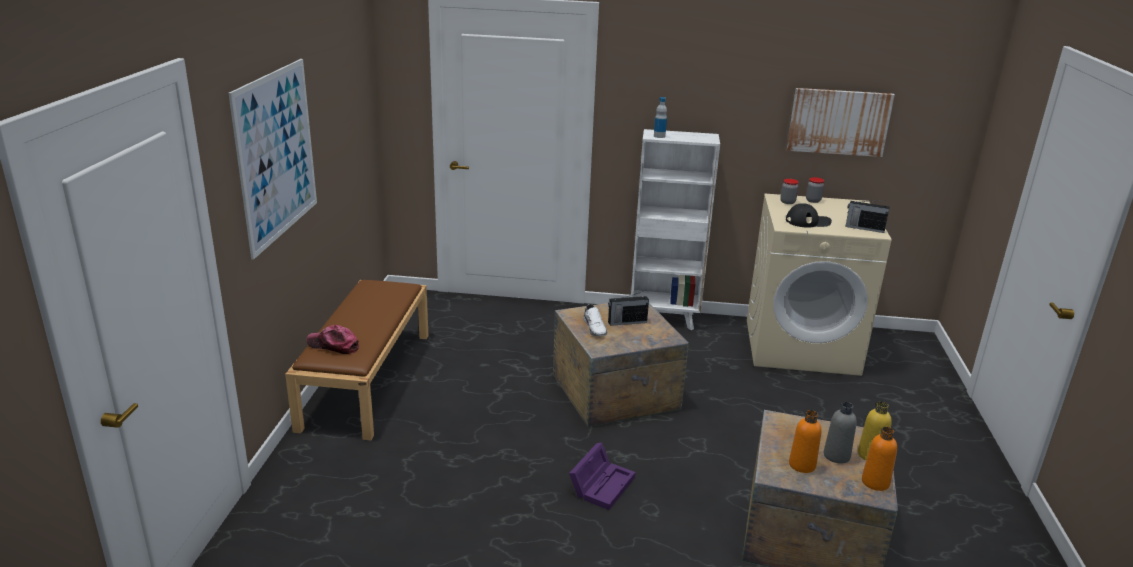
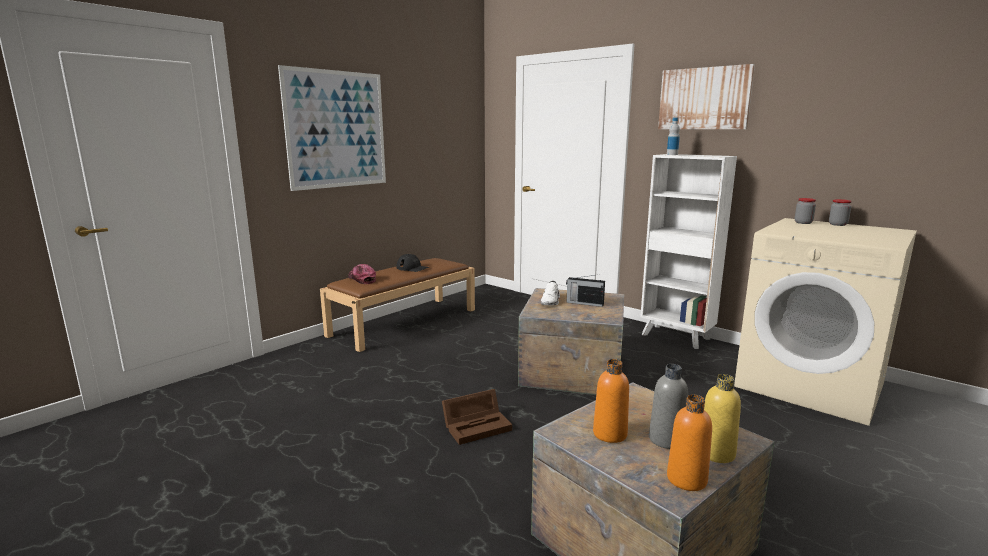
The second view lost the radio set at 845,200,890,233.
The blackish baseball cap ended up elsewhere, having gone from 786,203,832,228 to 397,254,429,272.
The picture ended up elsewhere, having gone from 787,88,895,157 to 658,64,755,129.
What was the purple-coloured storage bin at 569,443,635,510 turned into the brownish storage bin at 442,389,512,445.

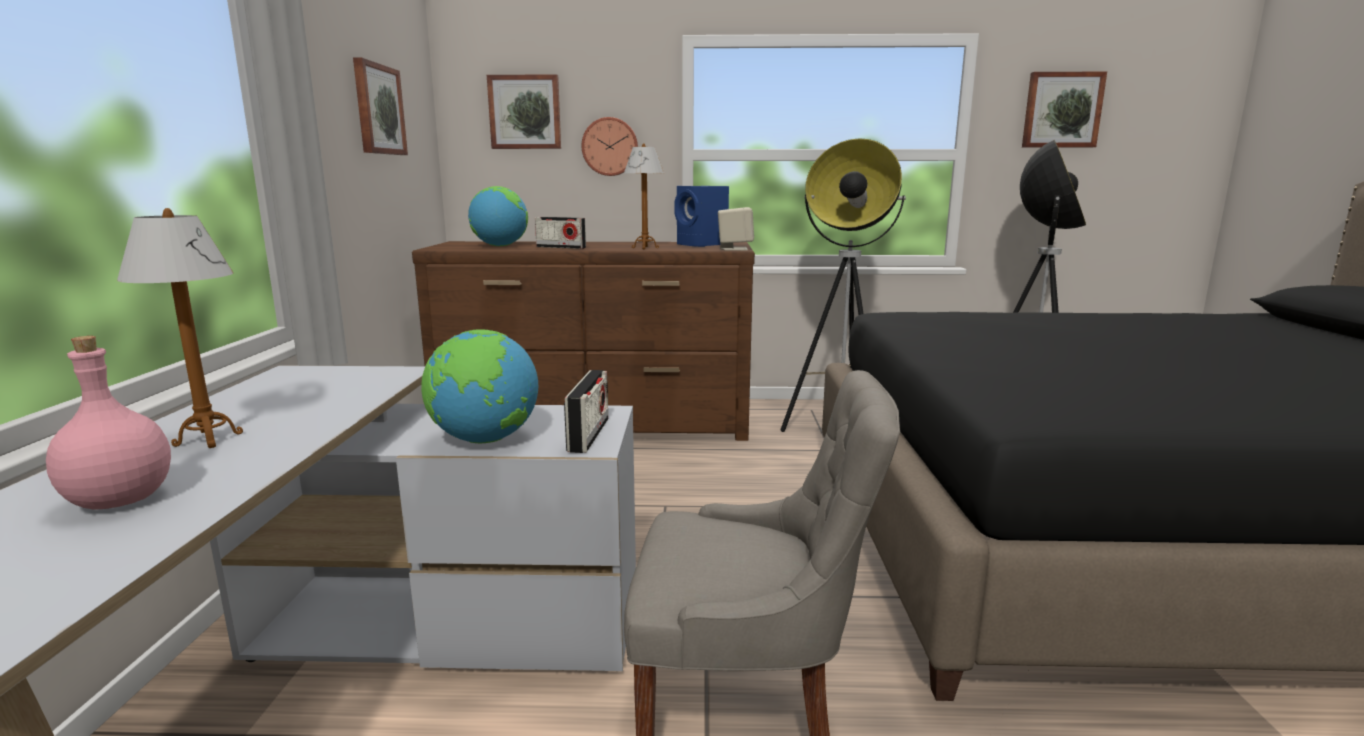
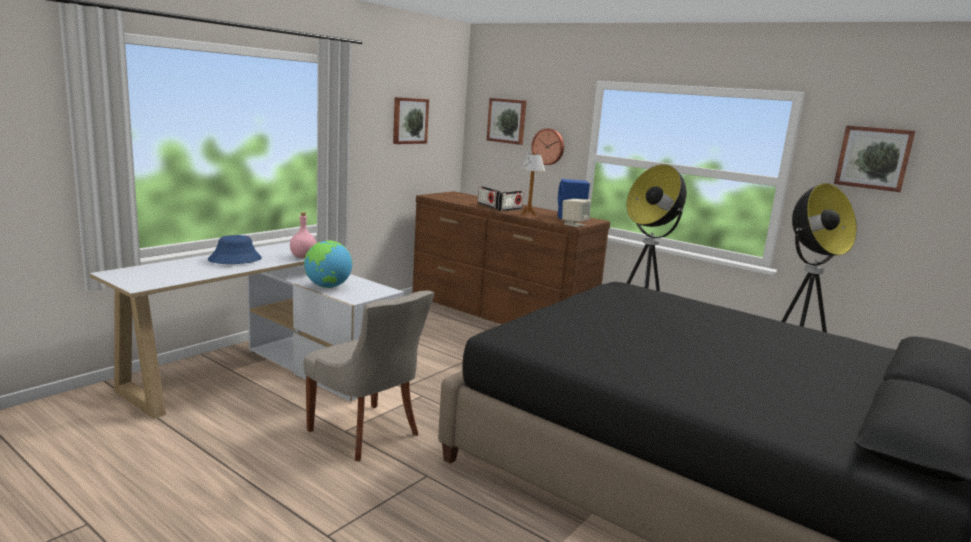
The second view lost the globe at 468,186,528,246.
The pinkish bottle ended up elsewhere, having gone from 46,336,171,510 to 290,212,317,258.
The radio set ended up elsewhere, having gone from 564,370,608,453 to 498,191,524,211.
Where the lamp for a table stood at 117,208,243,448, the blue wearable hat came to stand at 208,235,262,264.

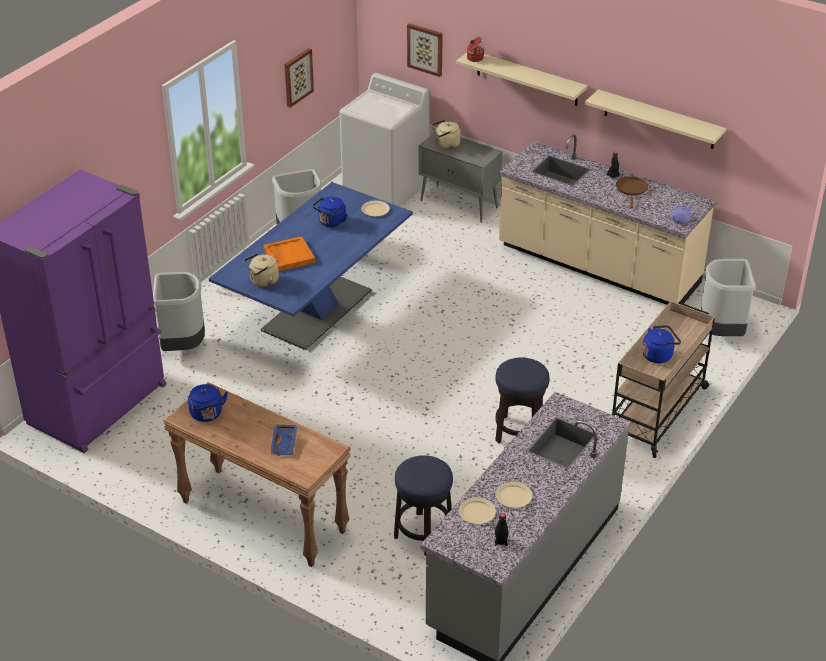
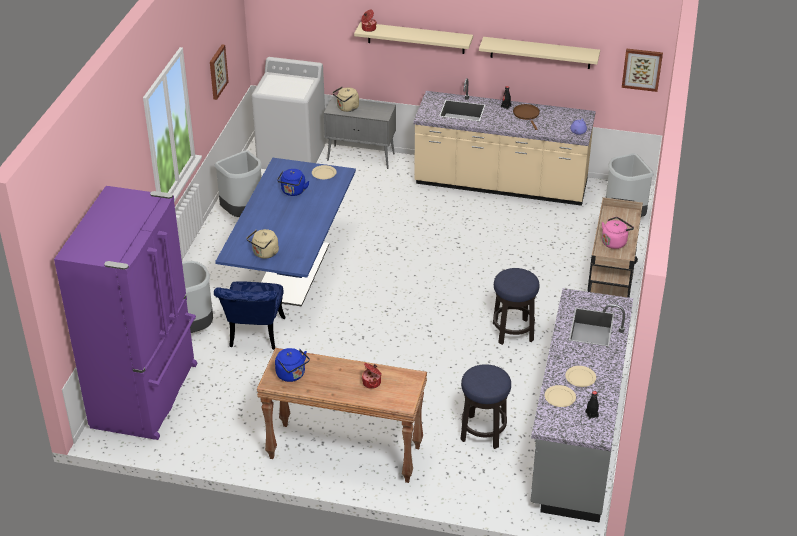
The second view lost the orangey carrying tray at 264,236,315,271.
The second view gained the blue plain chair at 214,281,286,350.
The picture ended up elsewhere, having gone from 407,23,443,77 to 622,48,663,92.
Where the blue carrying tray stood at 270,424,298,455, the stockpot came to stand at 362,363,382,389.
What was the blue water kettle at 643,325,681,363 turned into the pinkish water kettle at 602,217,634,249.

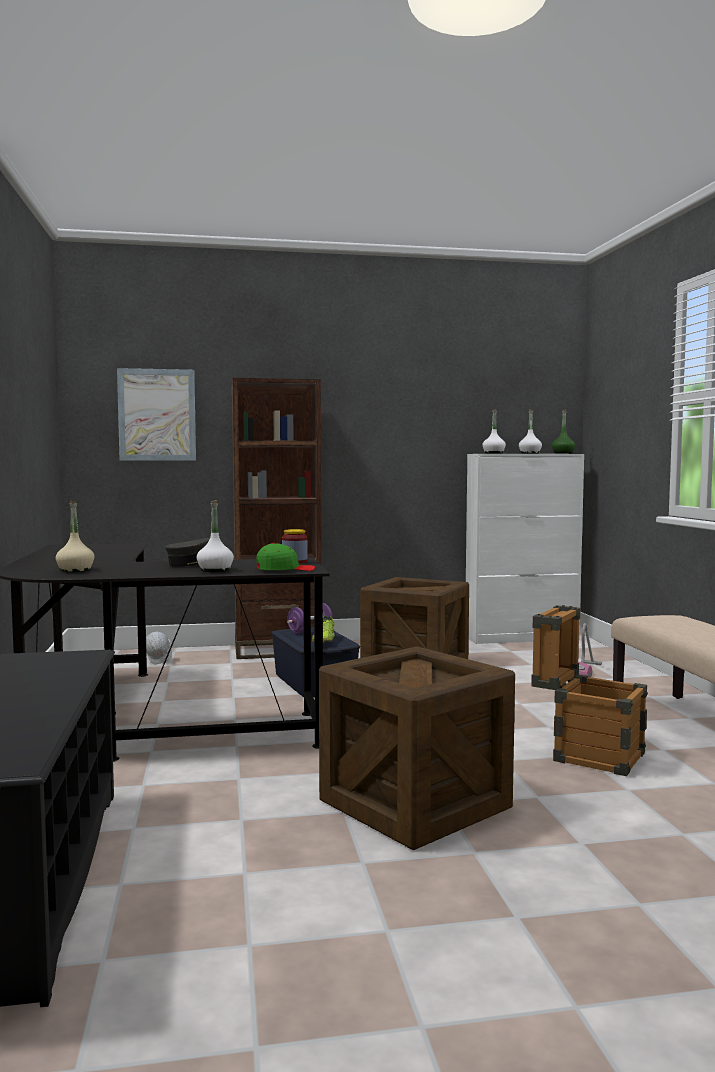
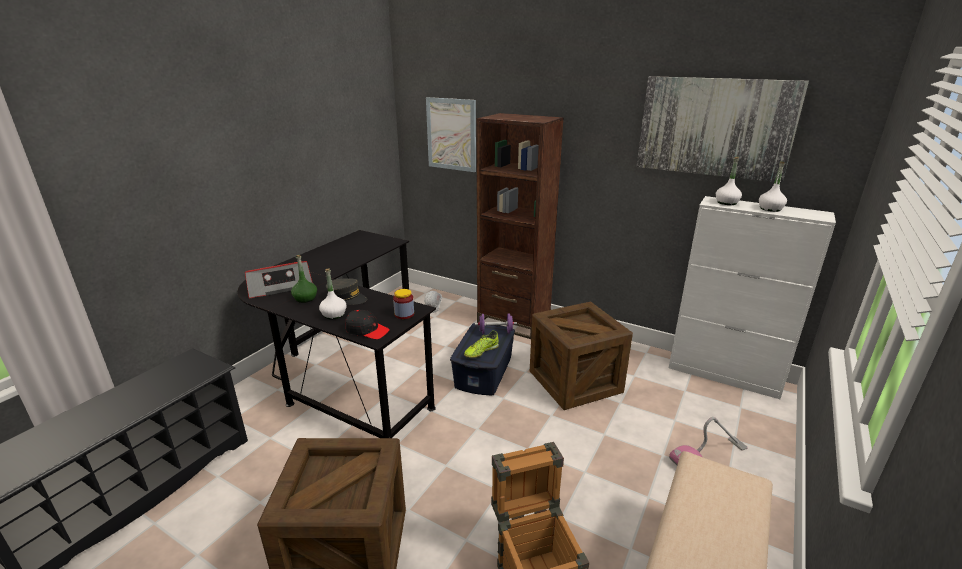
The second view gained the picture at 636,76,809,183.
The greenish bottle ended up elsewhere, having gone from 552,409,575,454 to 291,255,317,303.
Where the sand-coloured bottle stood at 56,501,94,572, the radio set came to stand at 245,261,313,298.
What was the greenish baseball cap at 256,543,315,571 turned into the blackish baseball cap at 345,310,390,339.

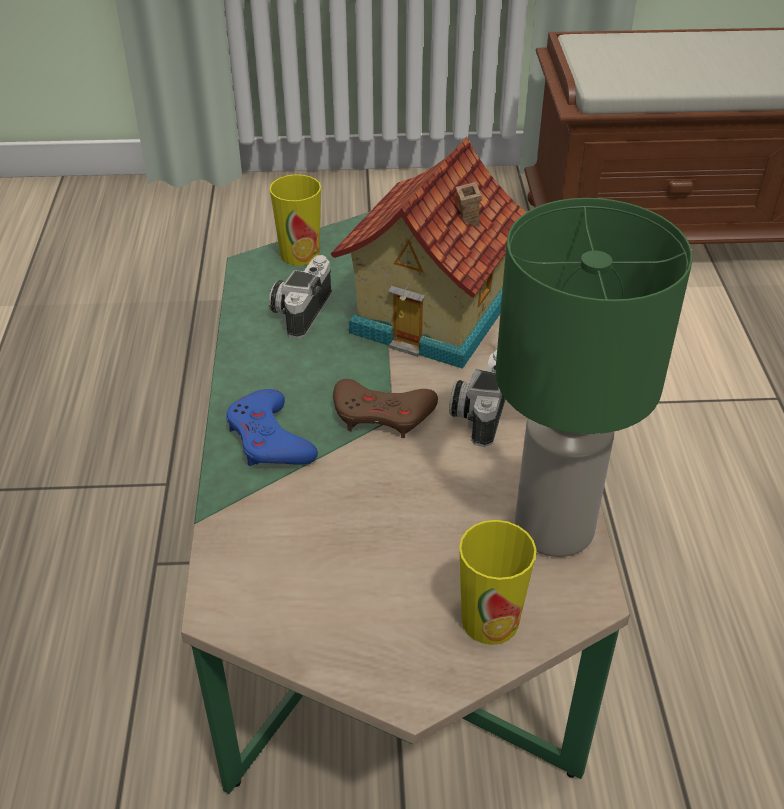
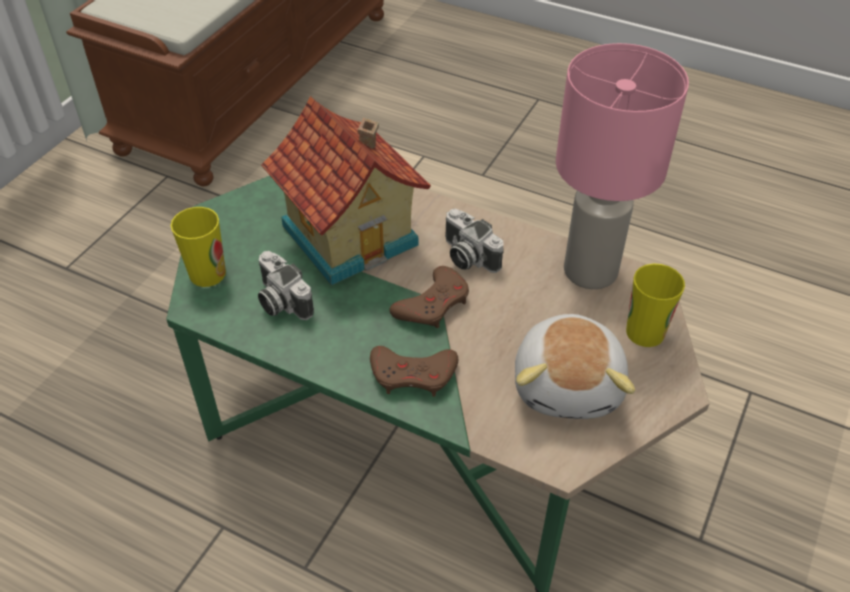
The second view gained the cuddly toy at 515,314,635,419.
What was the blue joypad at 226,389,318,466 turned into the brownish joypad at 370,346,458,397.
What was the greenish lamp for a table at 496,198,693,557 turned into the pinkish lamp for a table at 556,43,689,289.

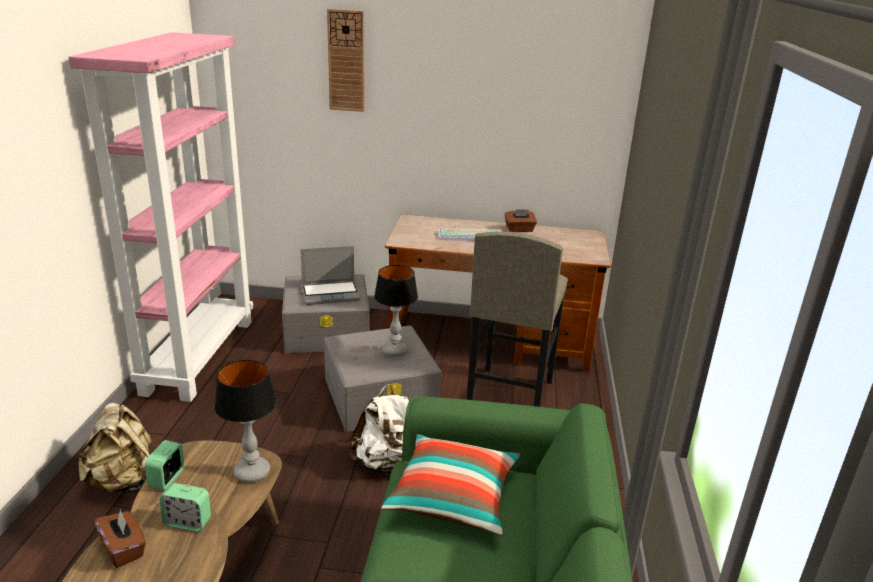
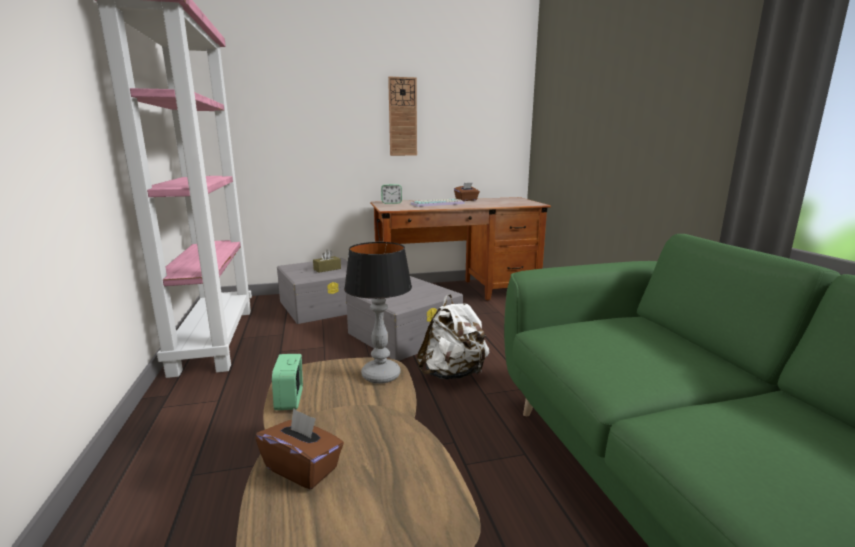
The second view lost the sand-coloured backpack at 76,403,152,493.
The second view lost the lamp for a table at 374,265,418,357.
The second view lost the pillow at 381,434,520,535.
The second view lost the gray stool at 467,231,568,407.
The table clock ended up elsewhere, having gone from 159,483,211,532 to 381,184,402,204.
The clock on the wall ended up elsewhere, having gone from 327,9,365,112 to 388,77,417,156.
Where the notebook computer stood at 300,246,360,305, the brownish box of tissues came to stand at 313,249,341,273.

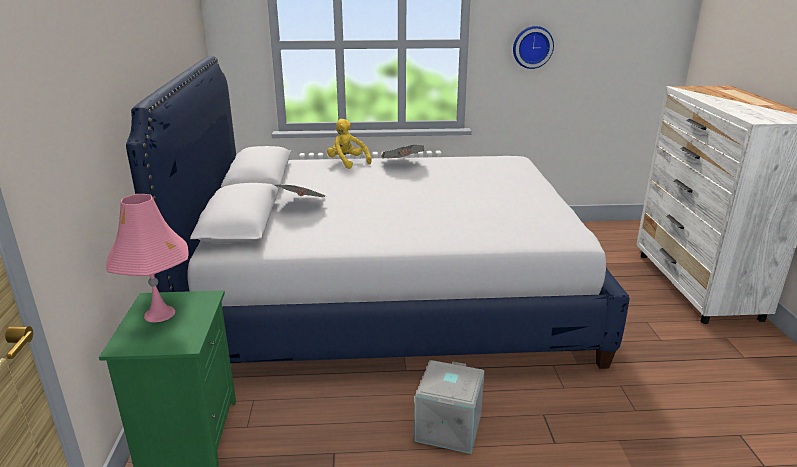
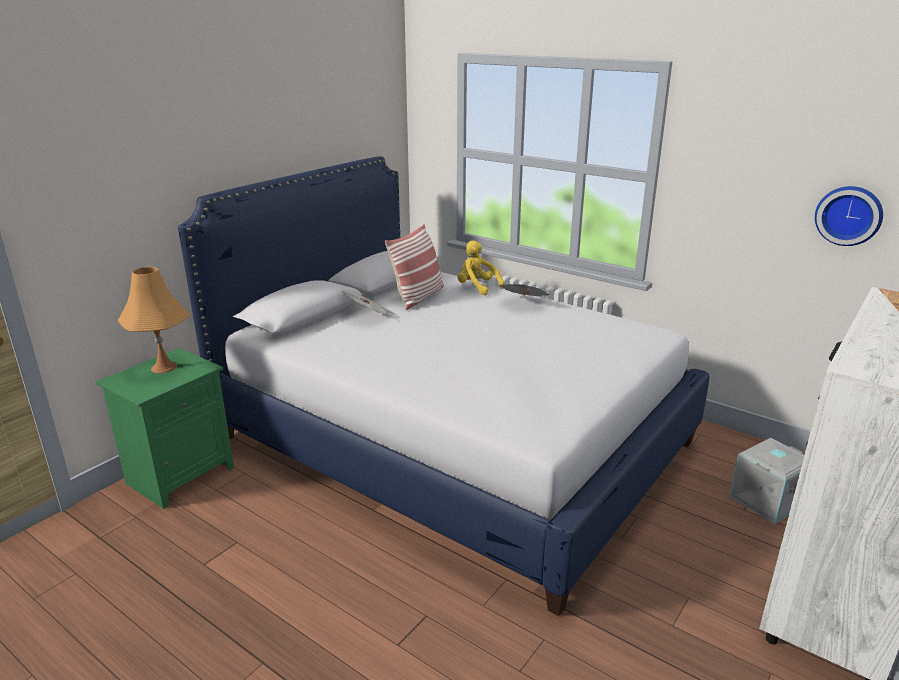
The second view gained the pillow at 385,224,444,310.
The gray storage bin ended up elsewhere, having gone from 414,360,485,454 to 729,438,804,524.
The clock on the wall ended up elsewhere, having gone from 513,26,554,69 to 815,186,883,246.
What was the pinkish lamp for a table at 106,194,189,322 turned into the orangey lamp for a table at 118,267,190,373.
The yellow-coloured cuddly toy at 327,119,372,169 ended up facing another way, 45 degrees counterclockwise from before.

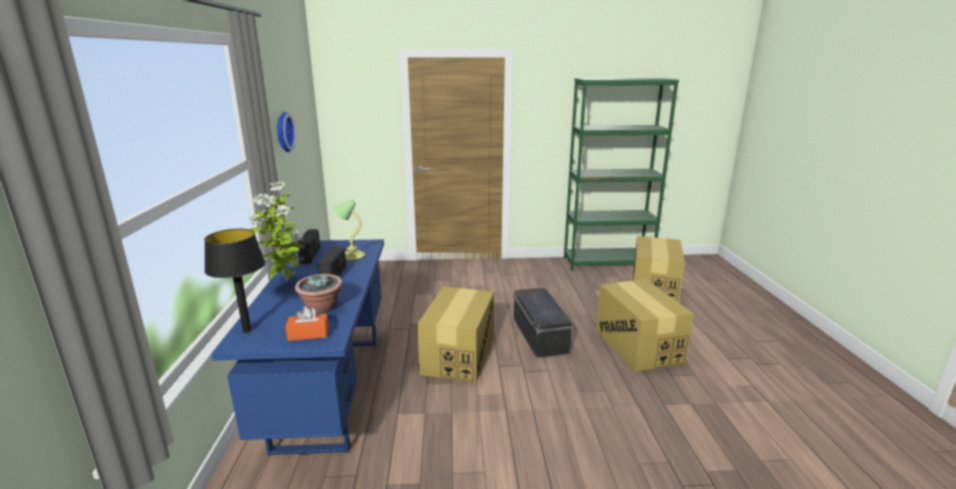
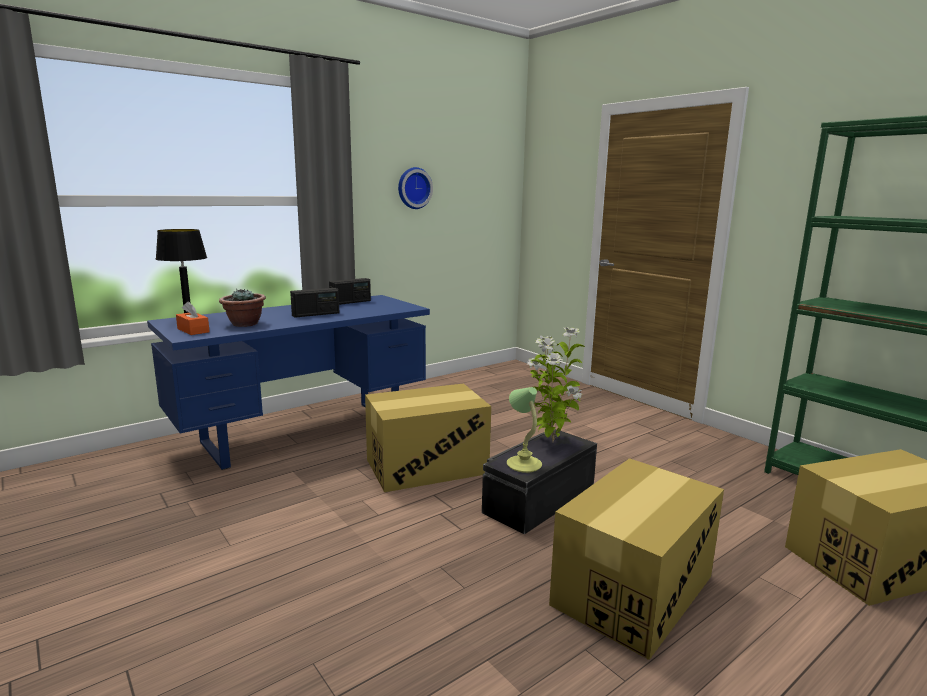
The potted plant ended up elsewhere, having gone from 248,182,304,283 to 526,327,585,442.
The lamp for a table ended up elsewhere, having gone from 333,200,365,260 to 507,387,542,473.

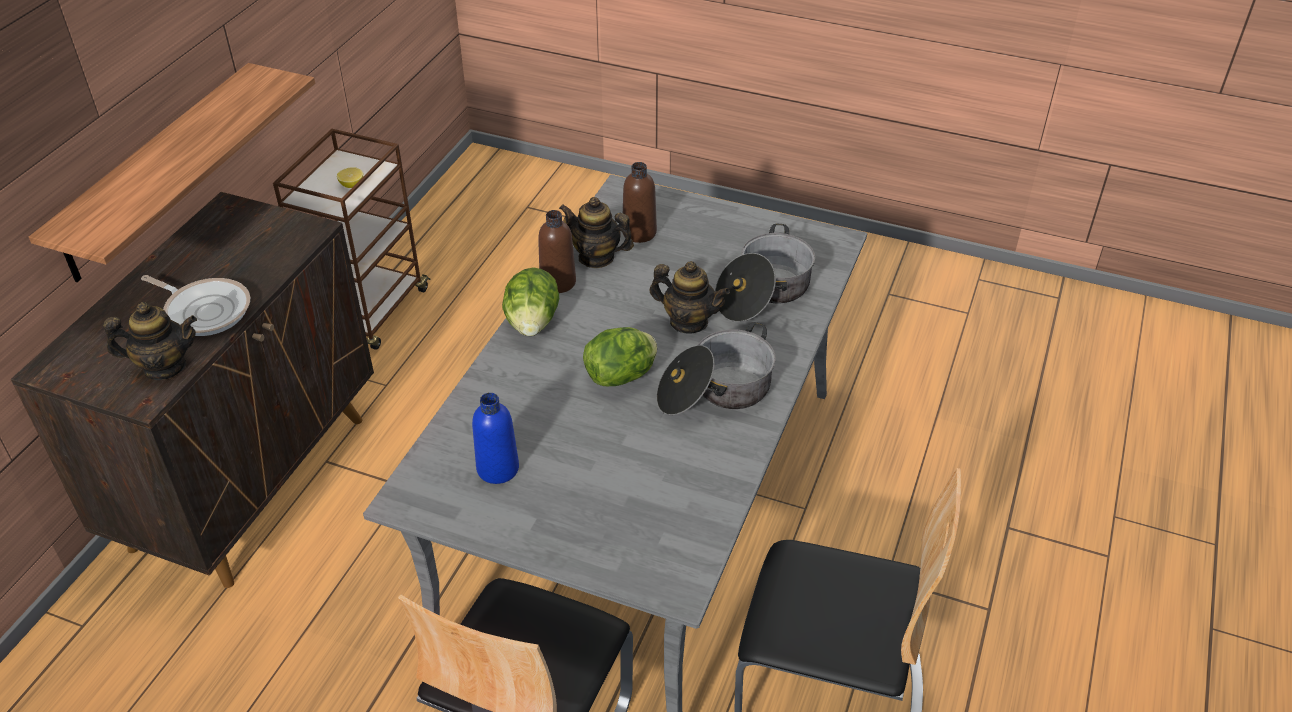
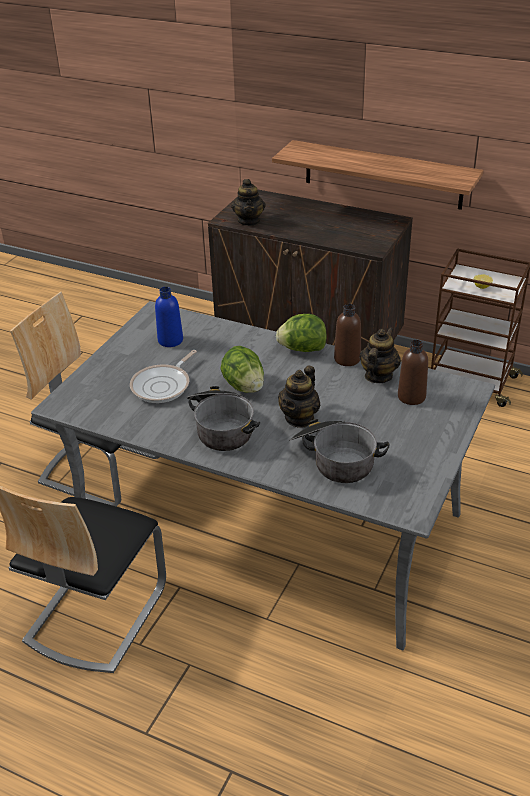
The skillet ended up elsewhere, having gone from 141,275,250,336 to 130,350,197,403.

